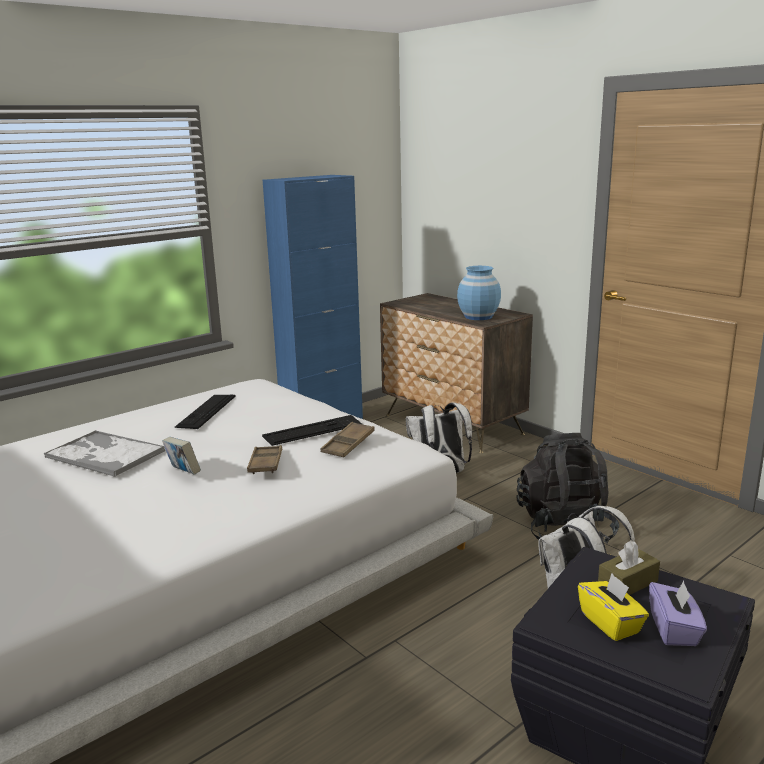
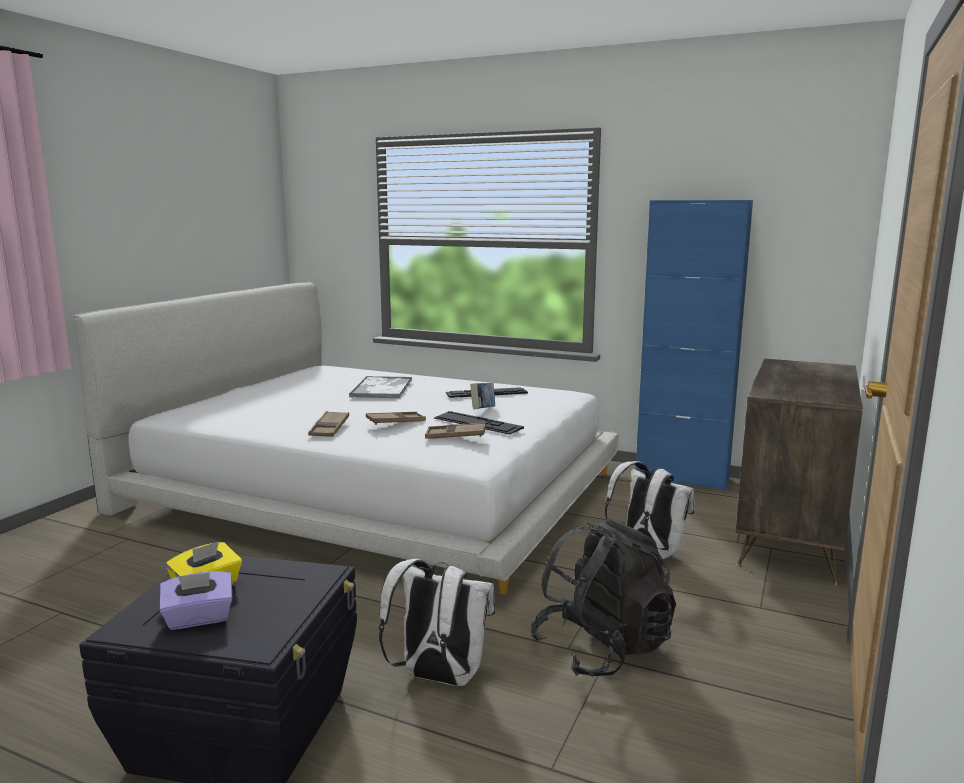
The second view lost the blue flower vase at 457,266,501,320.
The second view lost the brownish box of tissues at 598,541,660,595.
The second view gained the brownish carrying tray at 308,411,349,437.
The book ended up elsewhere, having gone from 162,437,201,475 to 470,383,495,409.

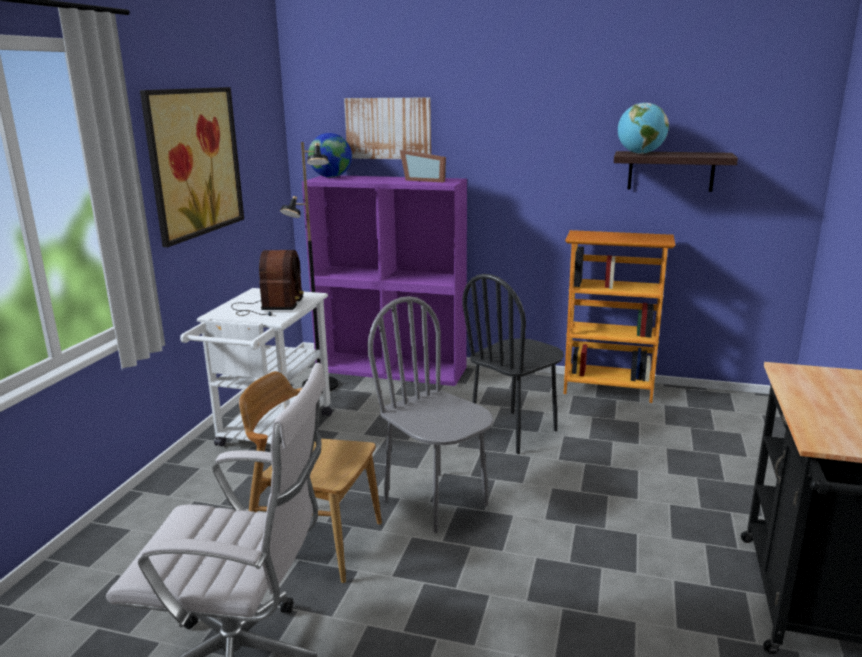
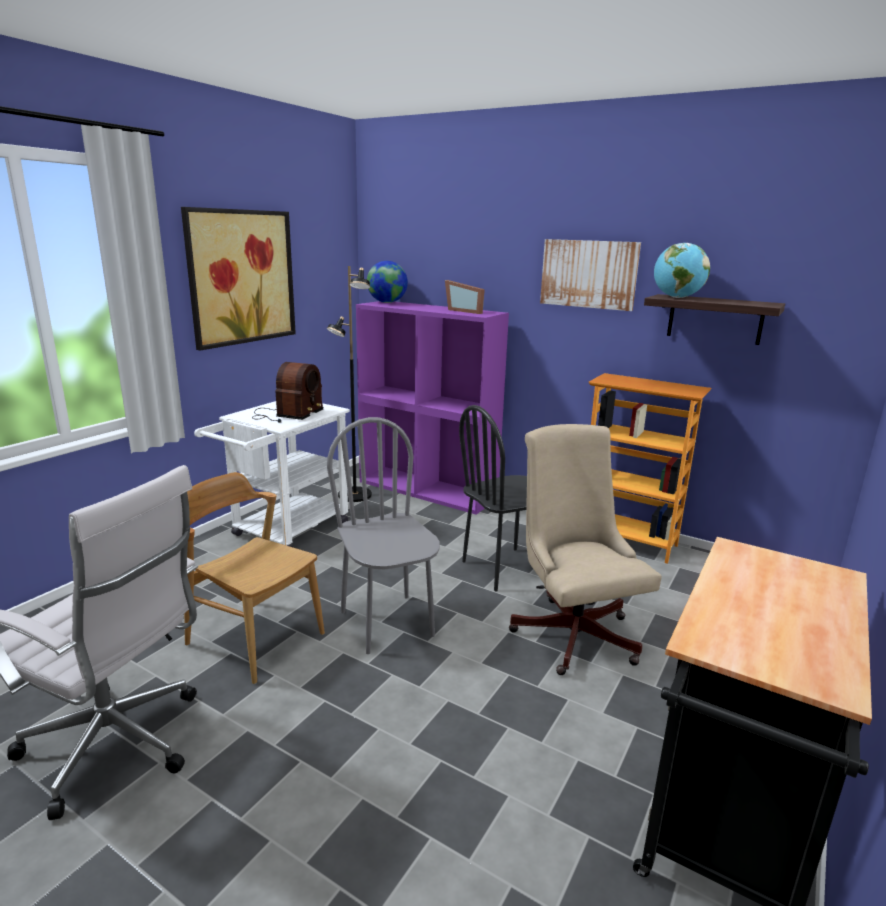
The second view gained the sand-coloured desk chair at 509,424,662,675.
The picture ended up elsewhere, having gone from 344,98,431,159 to 540,239,641,311.

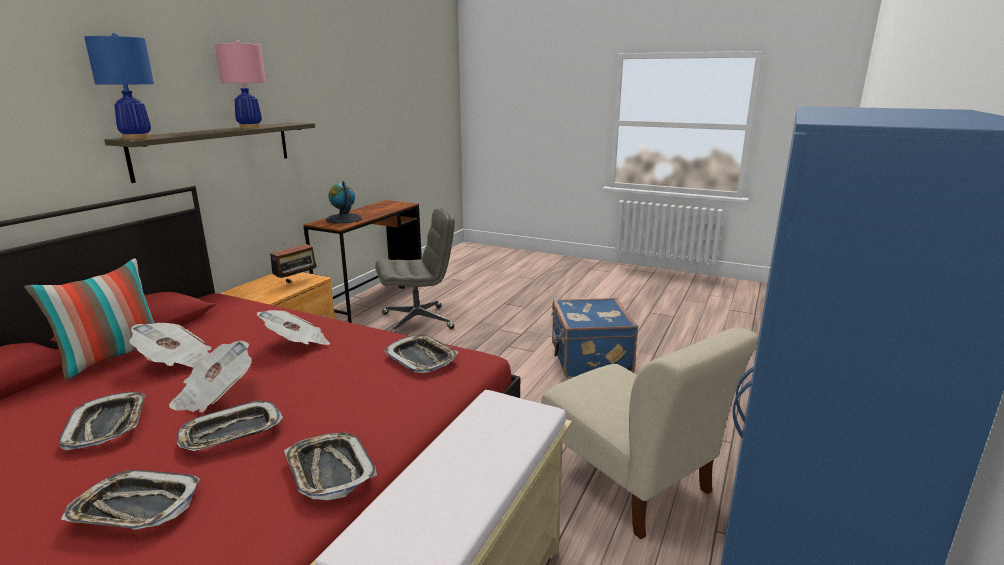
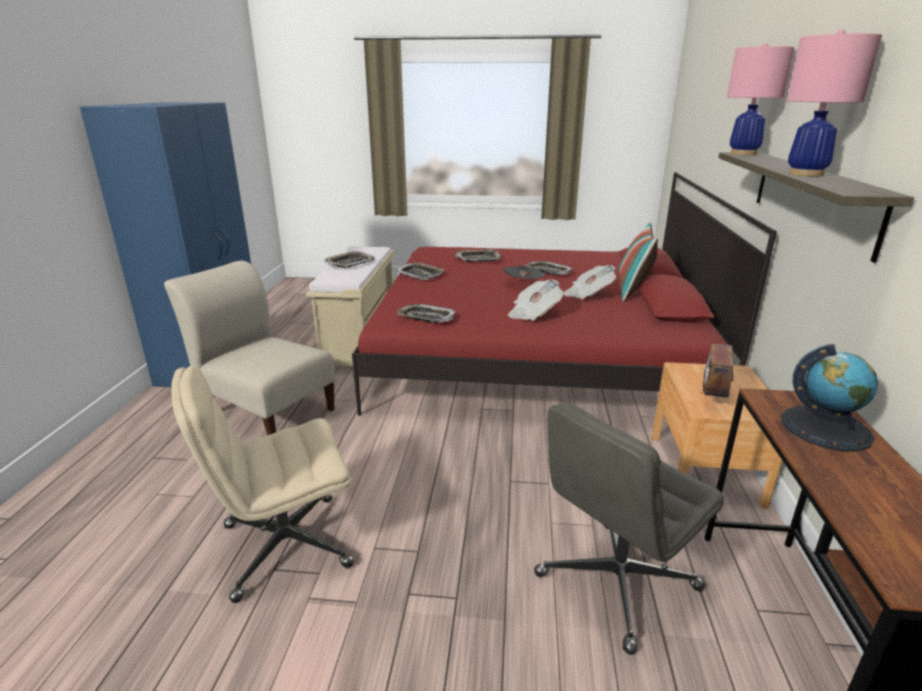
The carrying tray ended up elsewhere, having gone from 177,401,283,451 to 324,251,375,268.
Where the blue suitcase stood at 551,298,638,379, the sand-coloured desk chair came to stand at 171,366,354,603.
What was the blue lamp for a table at 84,33,154,139 turned into the pinkish lamp for a table at 727,43,795,155.

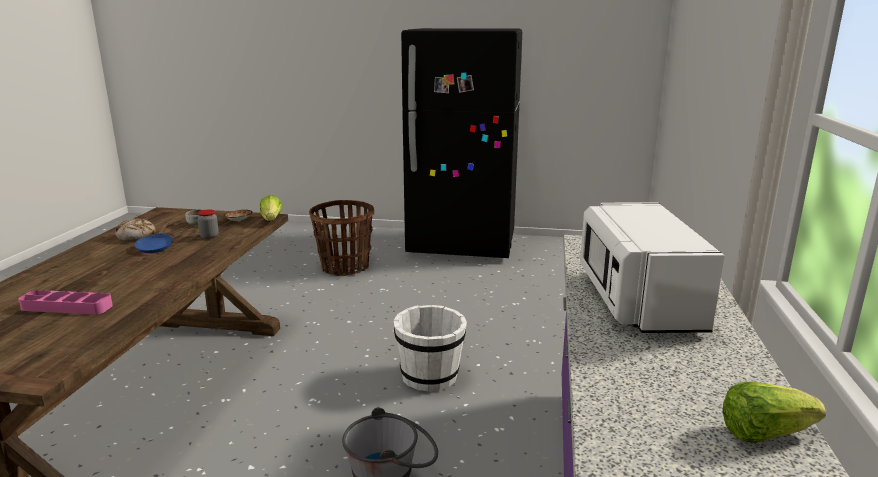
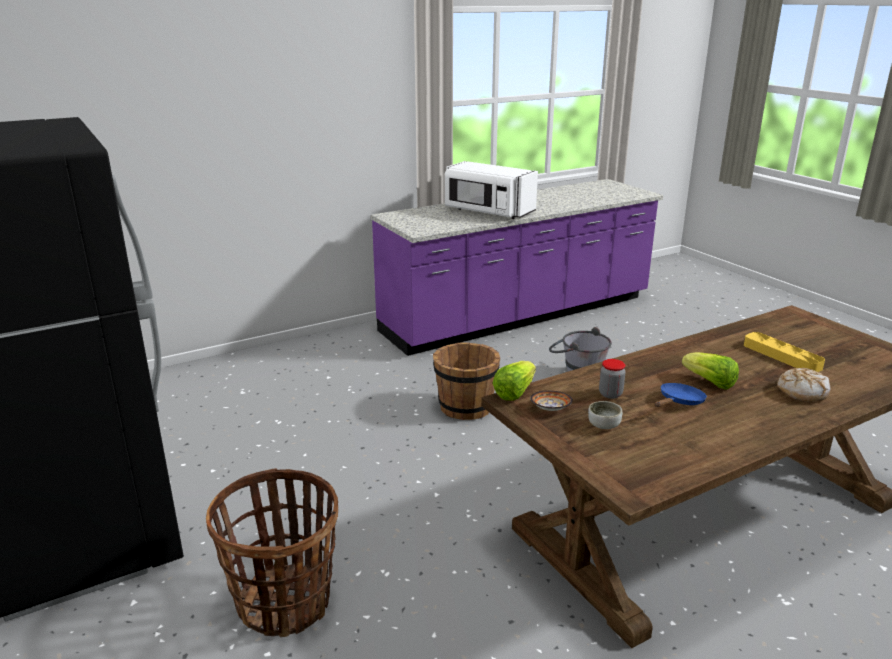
The baked bread ended up elsewhere, having gone from 115,218,155,241 to 777,368,830,402.
The lettuce ended up elsewhere, having gone from 723,382,826,443 to 682,352,739,390.
What was the pinkish carrying tray at 18,290,113,314 turned into the yellow-coloured carrying tray at 744,332,825,372.
What was the whitish pail at 393,305,467,392 turned into the brownish pail at 433,343,500,420.
The whitish microwave oven at 580,202,725,333 ended up facing another way, 75 degrees clockwise from before.

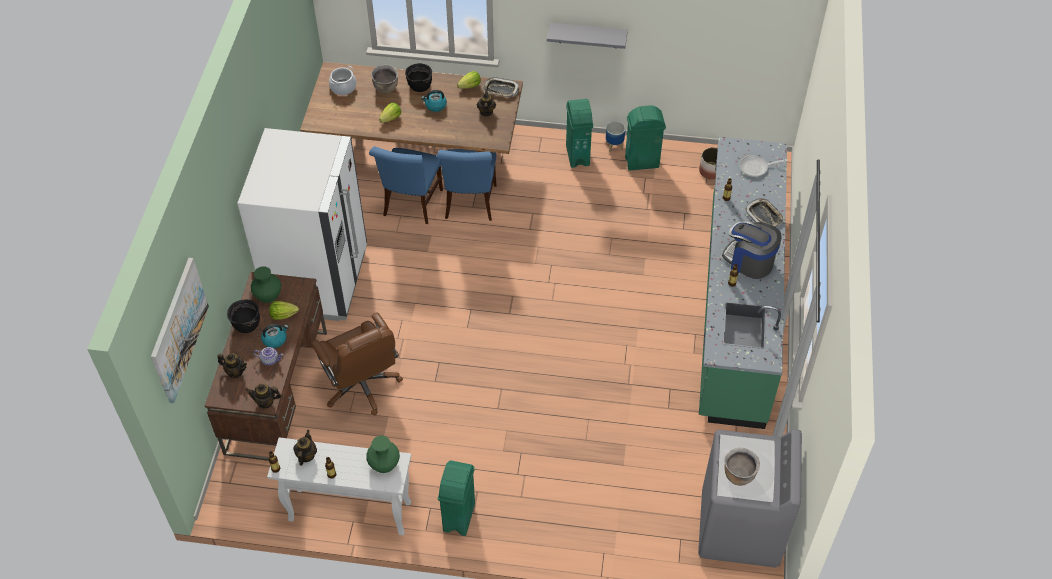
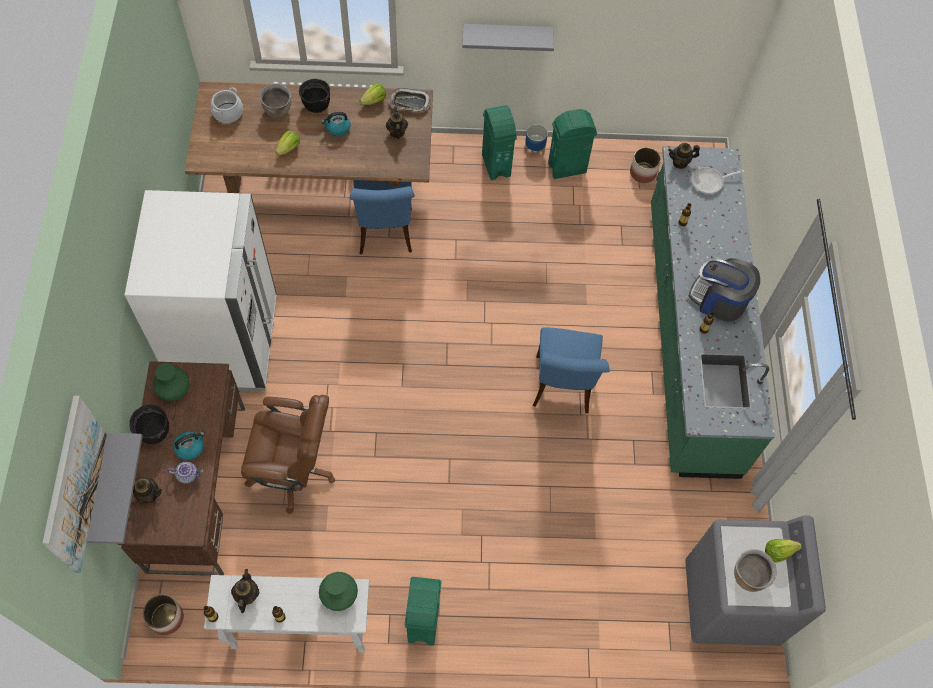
The second view lost the carrying tray at 744,198,784,227.
The second view gained the gray wall shelf at 87,433,143,544.
The second view gained the flower pot at 143,594,184,635.
The tea pot ended up elsewhere, having gone from 246,383,282,409 to 668,143,700,169.
The lettuce ended up elsewhere, having gone from 269,301,299,320 to 765,539,802,563.
The blue plain chair ended up elsewhere, having gone from 369,147,443,224 to 533,327,610,413.
The brownish desk chair at 311,312,403,415 ended up facing another way, 45 degrees counterclockwise from before.

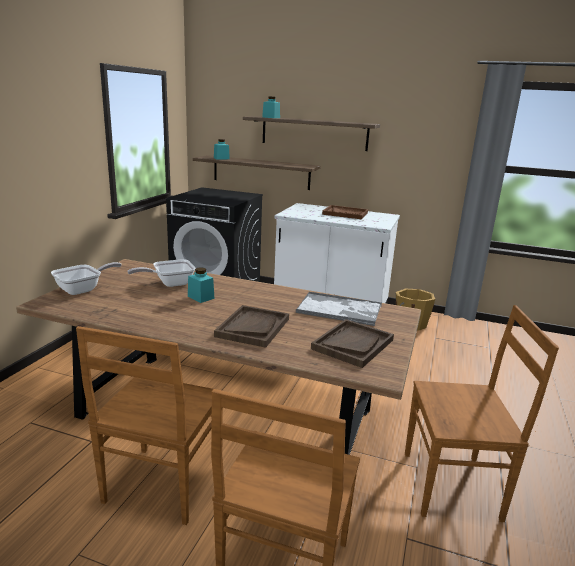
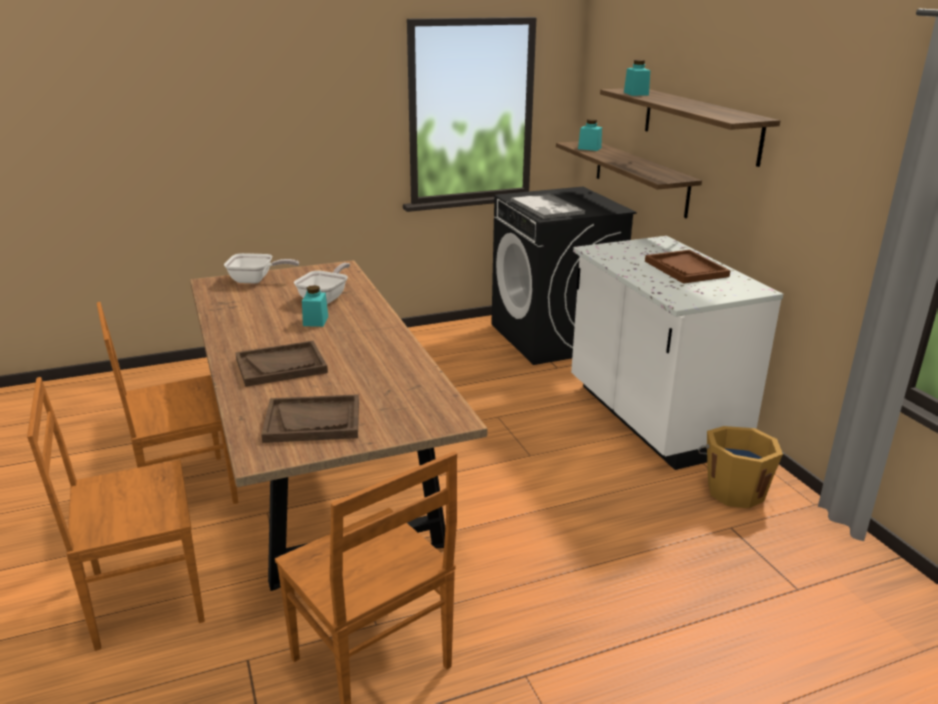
The carrying tray ended up elsewhere, having gone from 296,292,382,326 to 510,193,585,219.
The skillet at 127,259,195,287 ended up facing another way, 90 degrees clockwise from before.

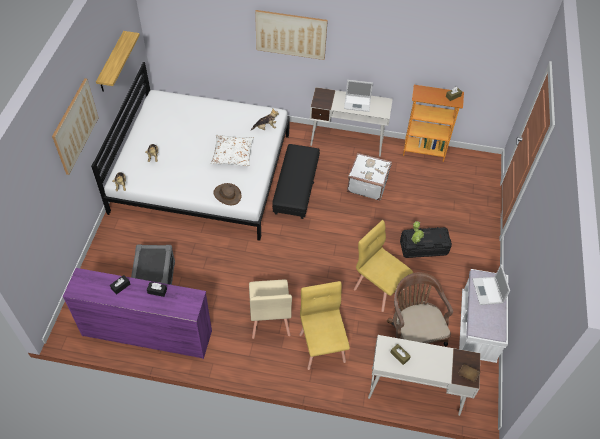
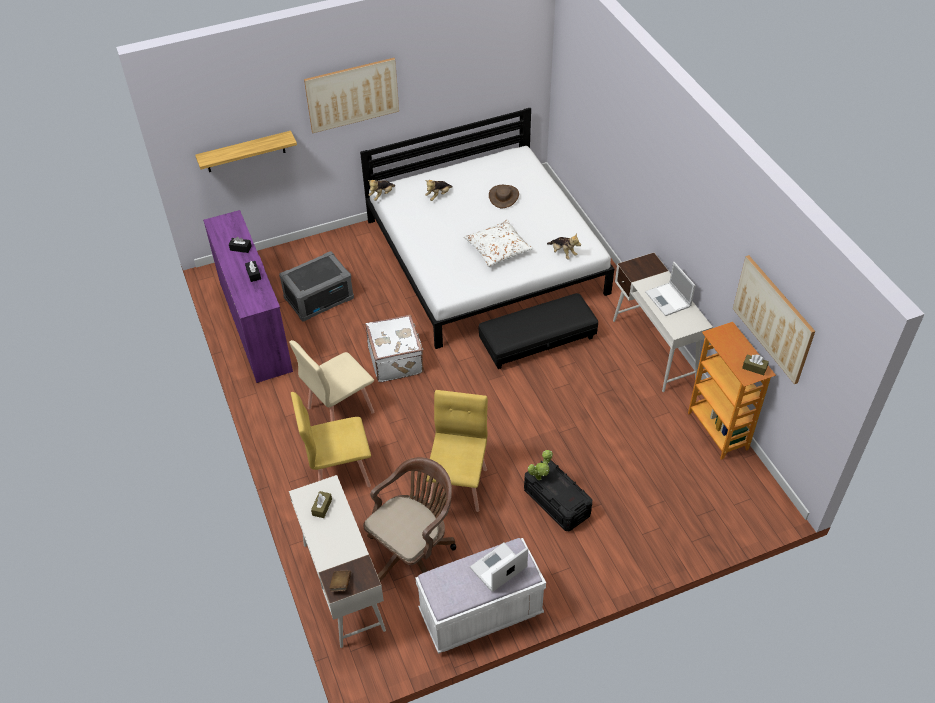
The wall shelf ended up elsewhere, having gone from 96,31,140,91 to 195,131,297,172.
The brownish wearable hat ended up elsewhere, having gone from 213,183,241,205 to 489,185,519,208.
The picture ended up elsewhere, having gone from 255,10,328,60 to 733,255,815,384.
The whitish suitcase ended up elsewhere, having gone from 347,153,392,201 to 365,315,424,382.
The yellow-coloured plain chair at 299,281,350,370 ended up facing another way, 150 degrees counterclockwise from before.

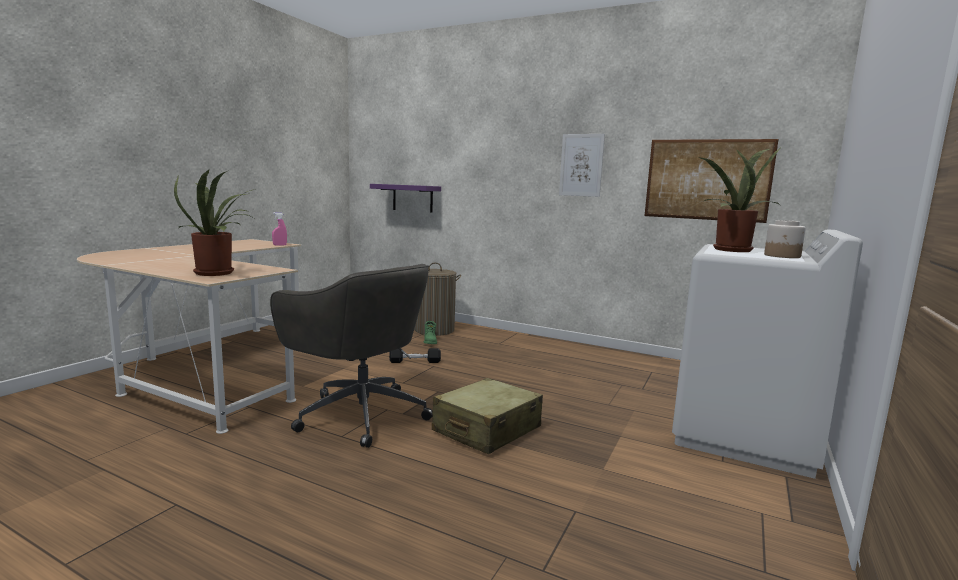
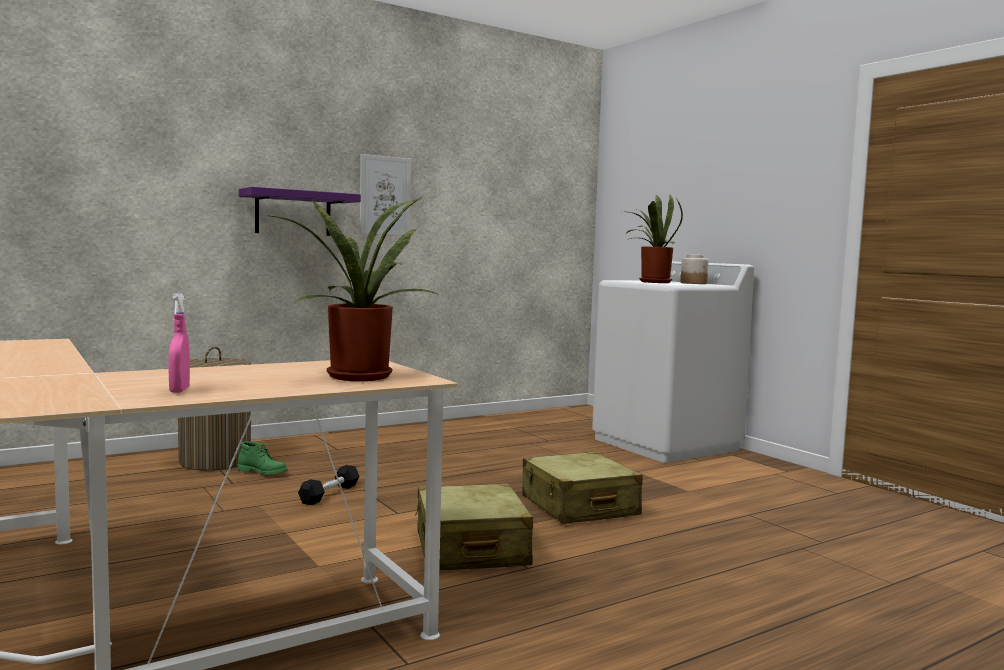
The second view lost the picture at 645,139,779,223.
The pinkish hand sprayer ended up elsewhere, having gone from 272,212,287,246 to 168,293,190,393.
The purple-coloured wall shelf ended up elsewhere, having gone from 370,184,441,212 to 239,187,361,236.
Where the gray desk chair stood at 270,264,433,448, the sand-coloured suitcase came to stand at 415,483,533,570.

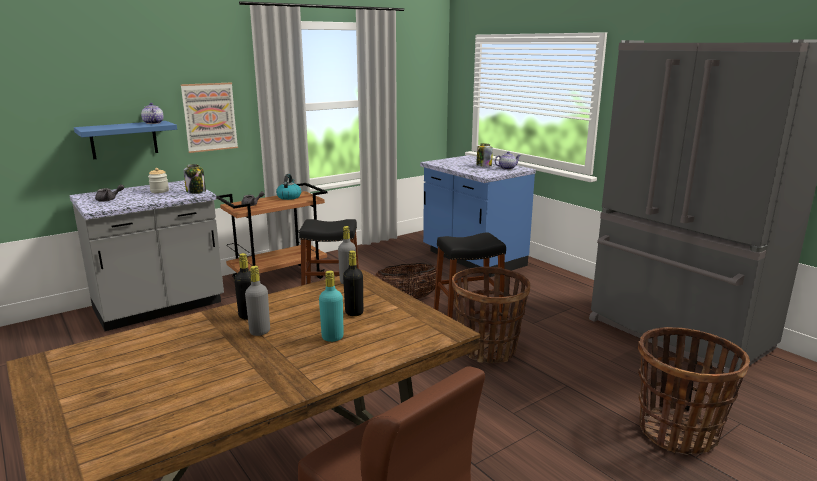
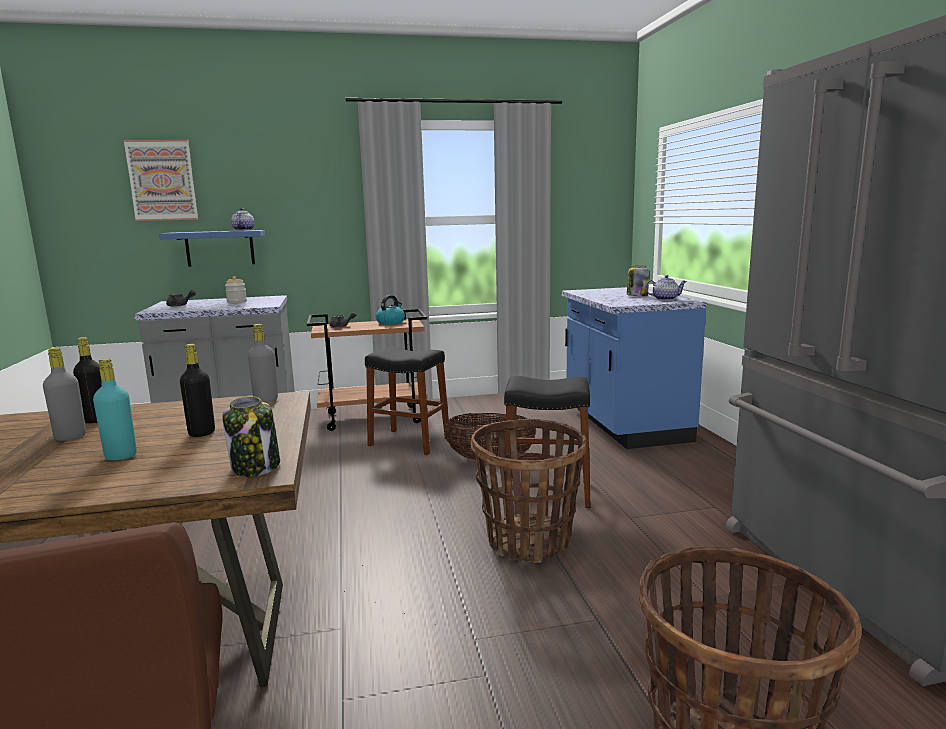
The picture ended up elsewhere, having gone from 180,83,238,153 to 123,140,198,221.
The preserve jar ended up elsewhere, having gone from 184,164,206,194 to 222,396,280,477.

